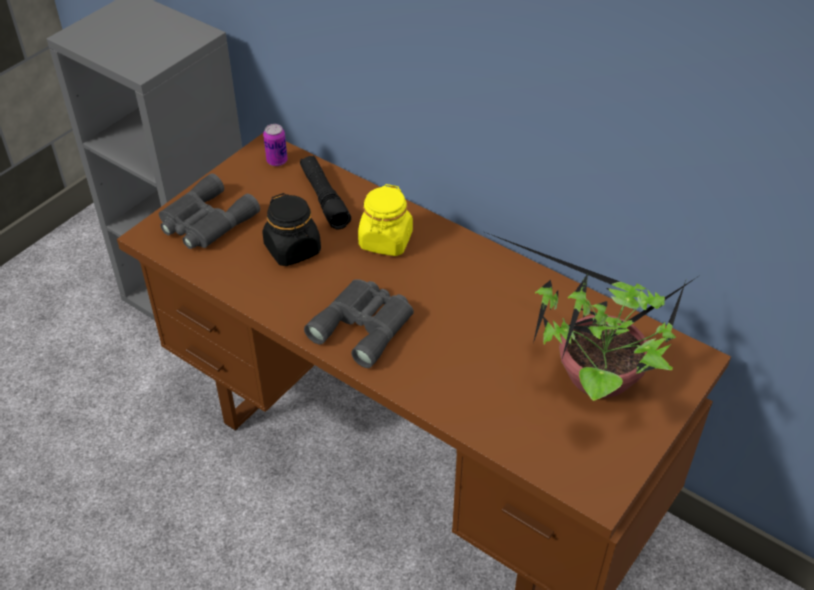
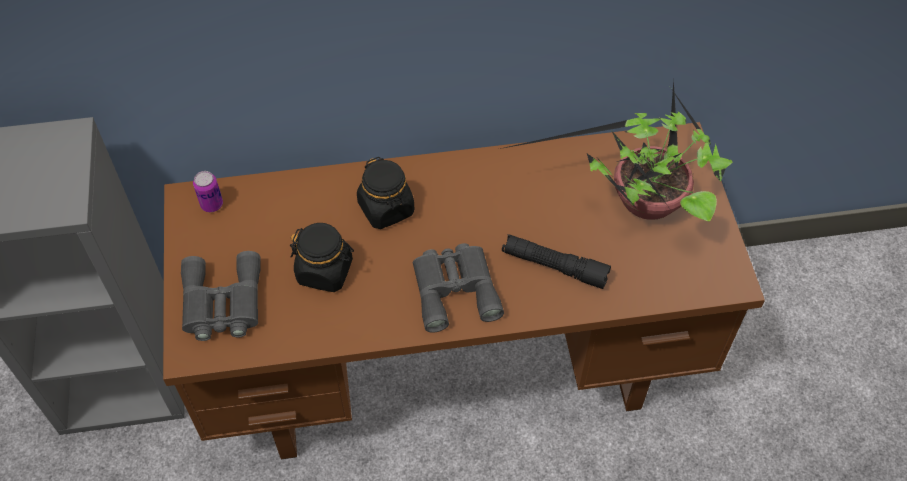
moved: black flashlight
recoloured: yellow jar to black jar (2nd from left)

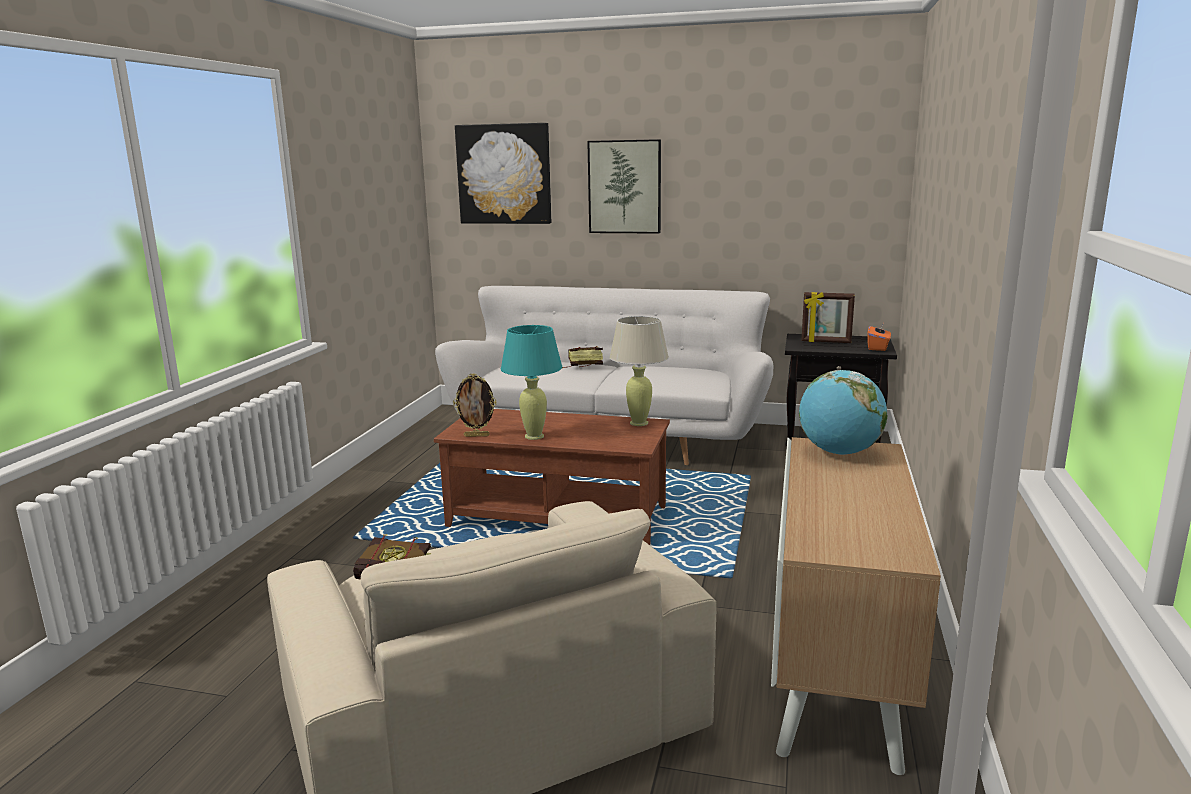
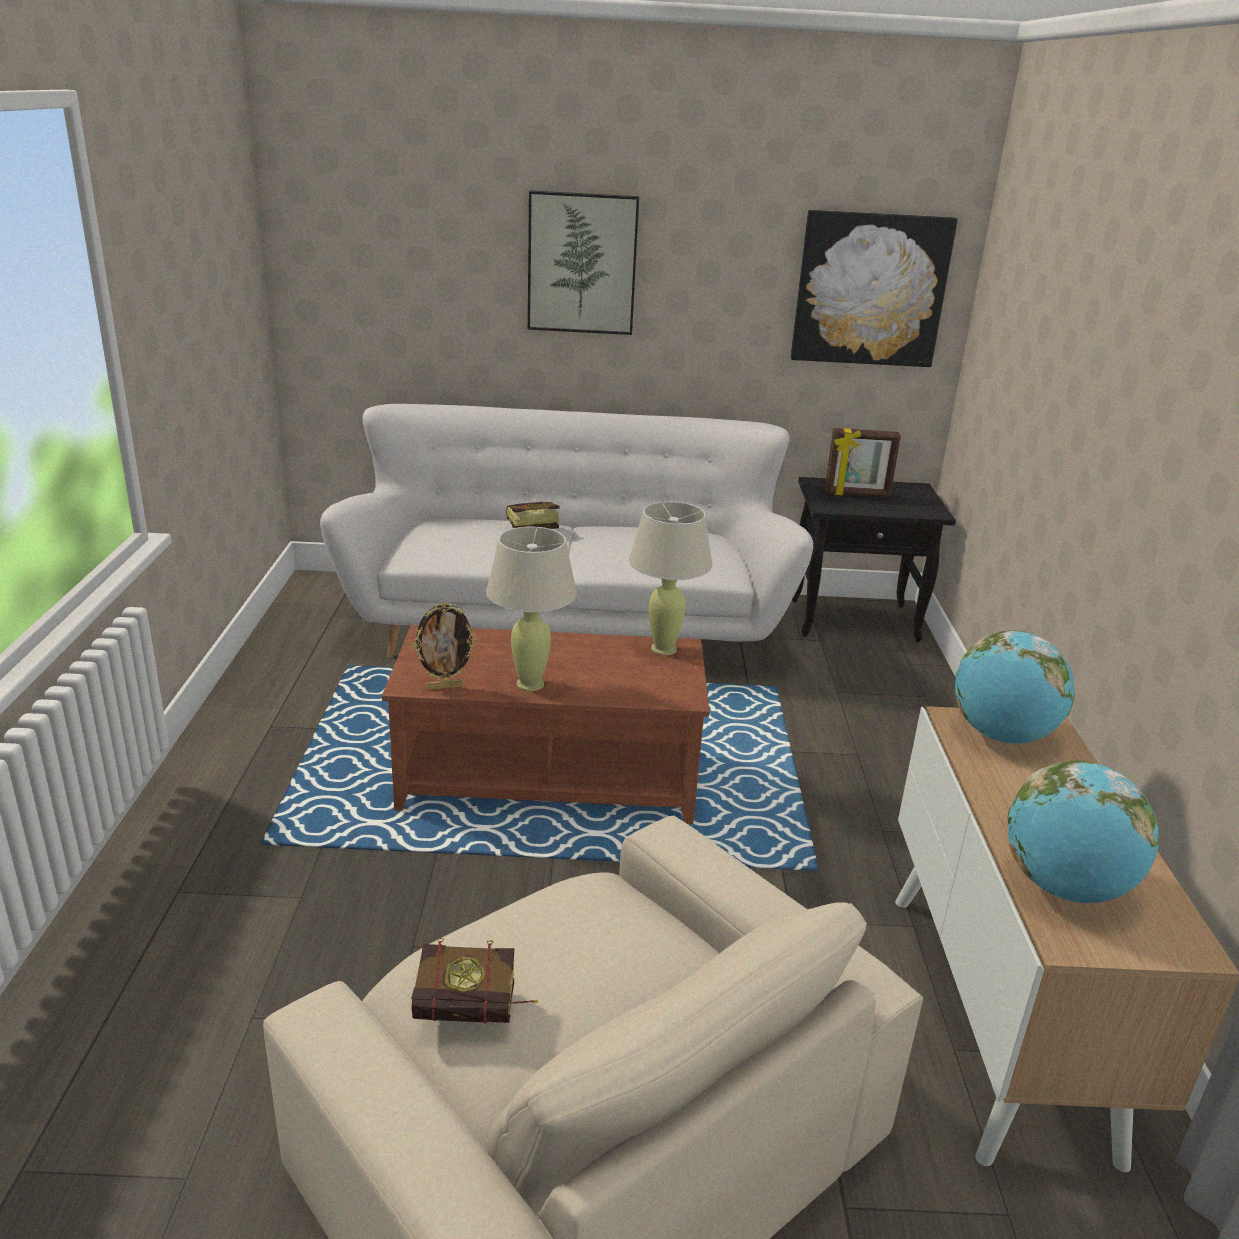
removed: orange tissue box
added: globe (2nd from left)
moved: picture (1st from left in the first image) to picture (2nd from left)
recoloured: turquoise table lamp to beige table lamp (1st from left)

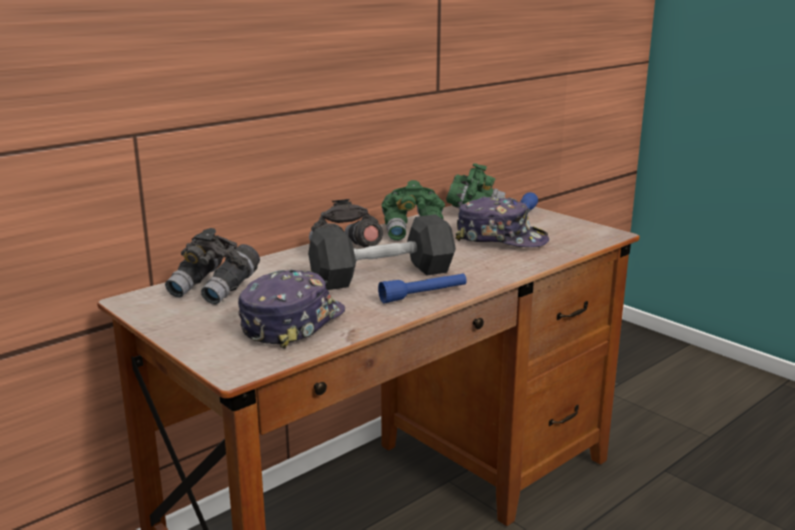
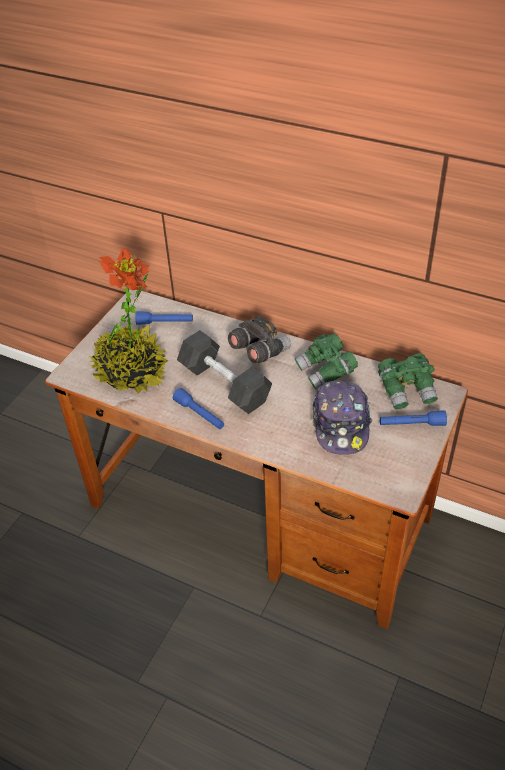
replaced: cap (1st from left) to potted plant; grey binoculars (1st from left) to blue flashlight (1st from left)

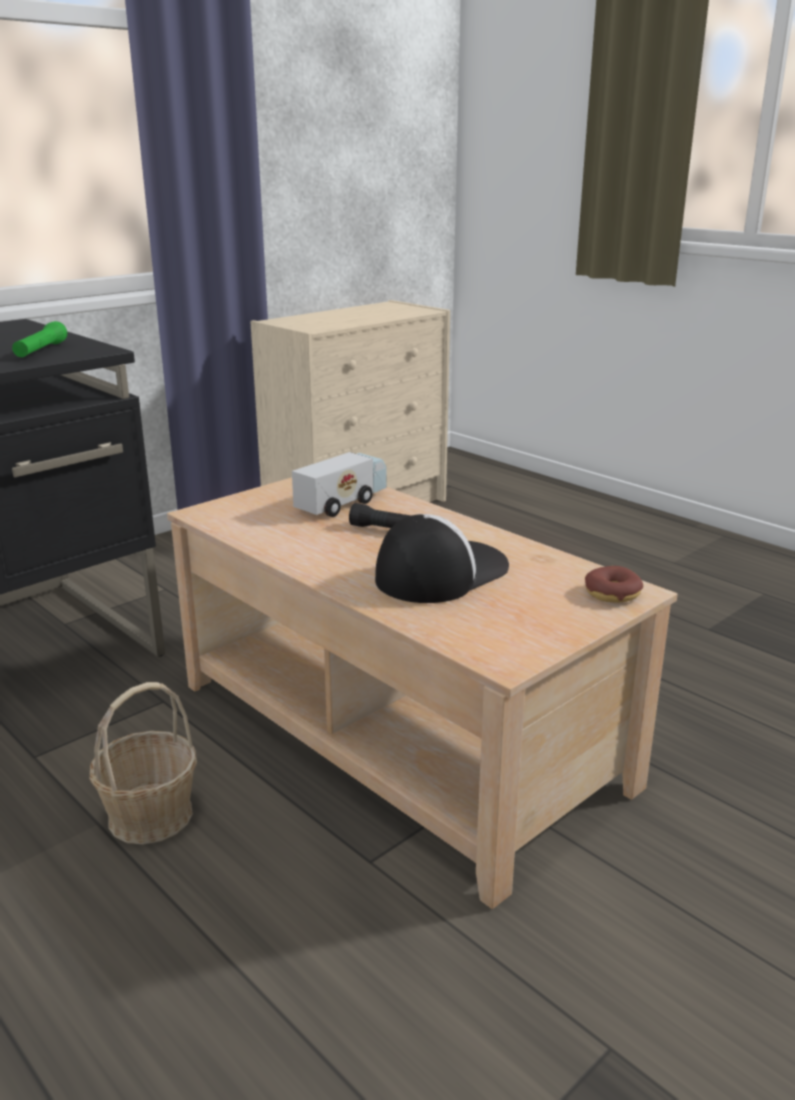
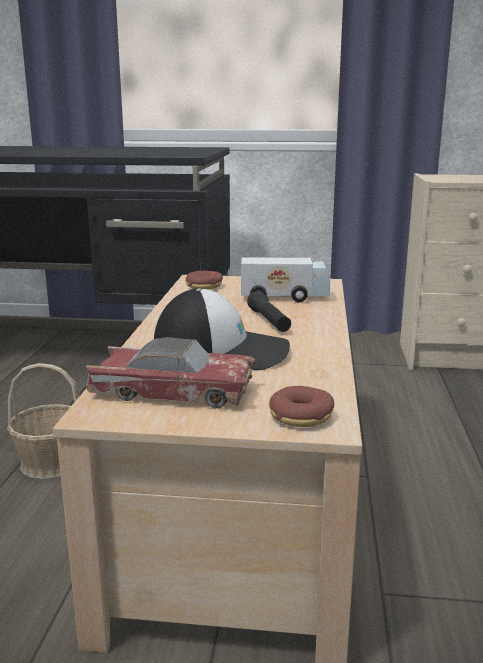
removed: green flashlight
added: toy car; donut (1st from left)

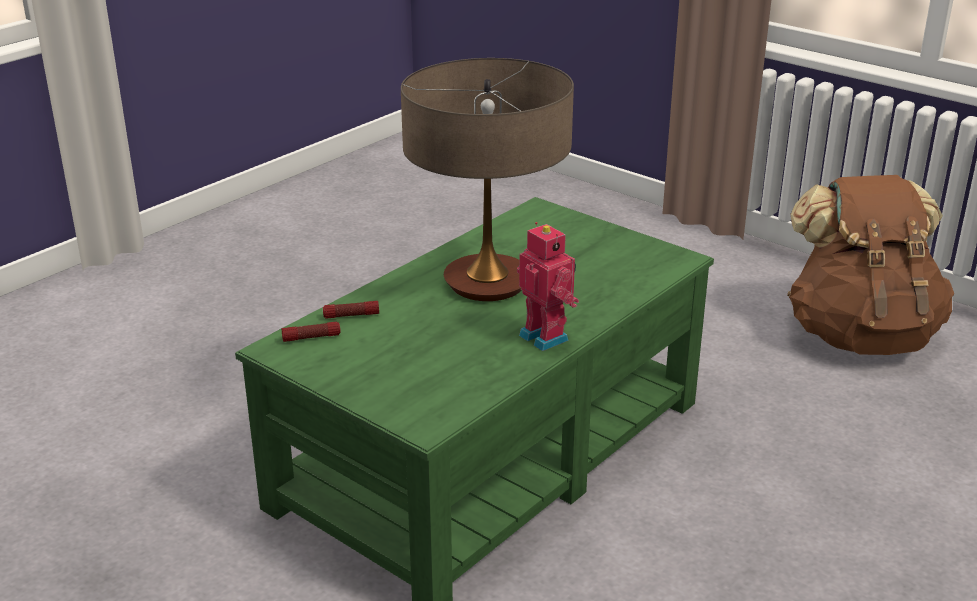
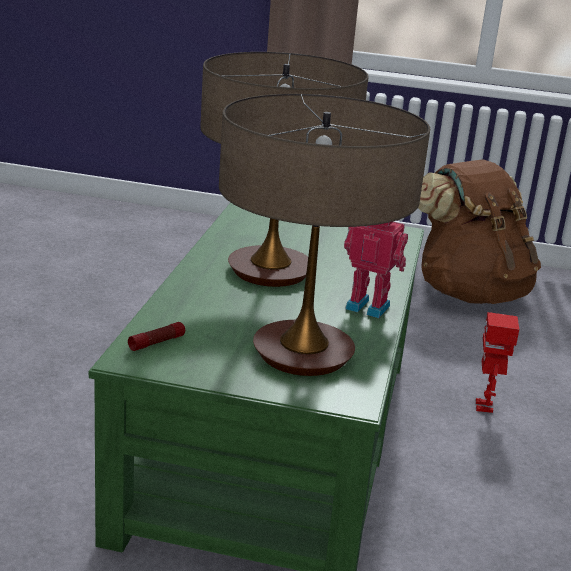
removed: flashlight (2nd from left)
added: table lamp (2nd from left); toy robot (2nd from left)

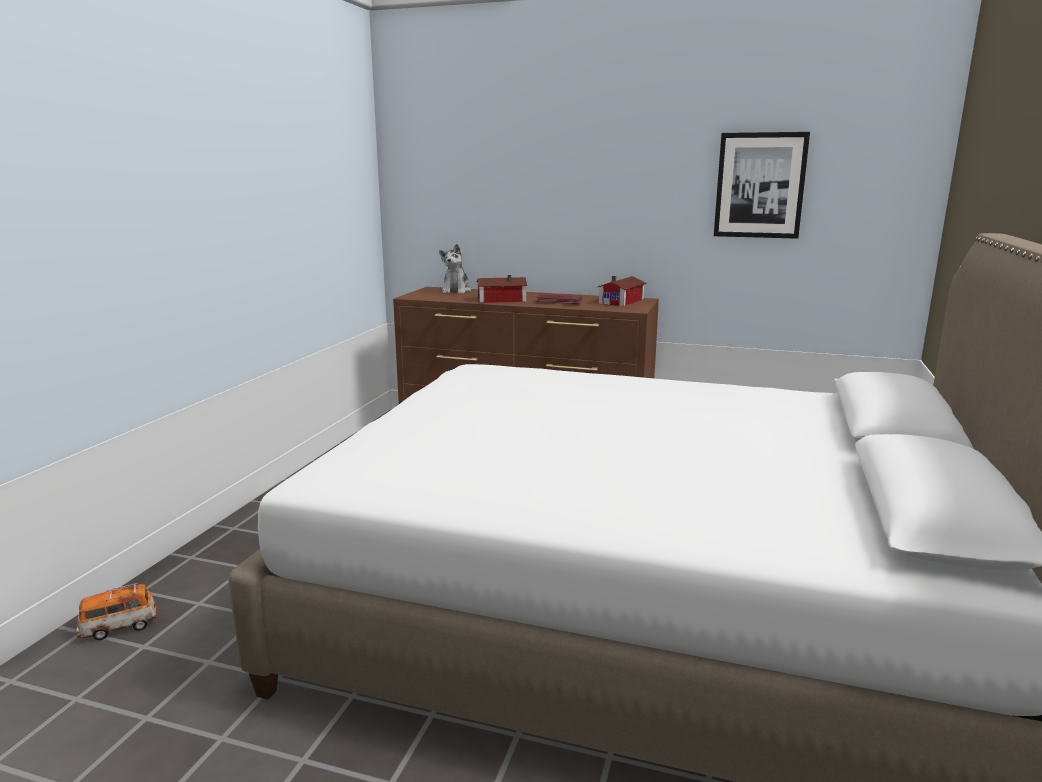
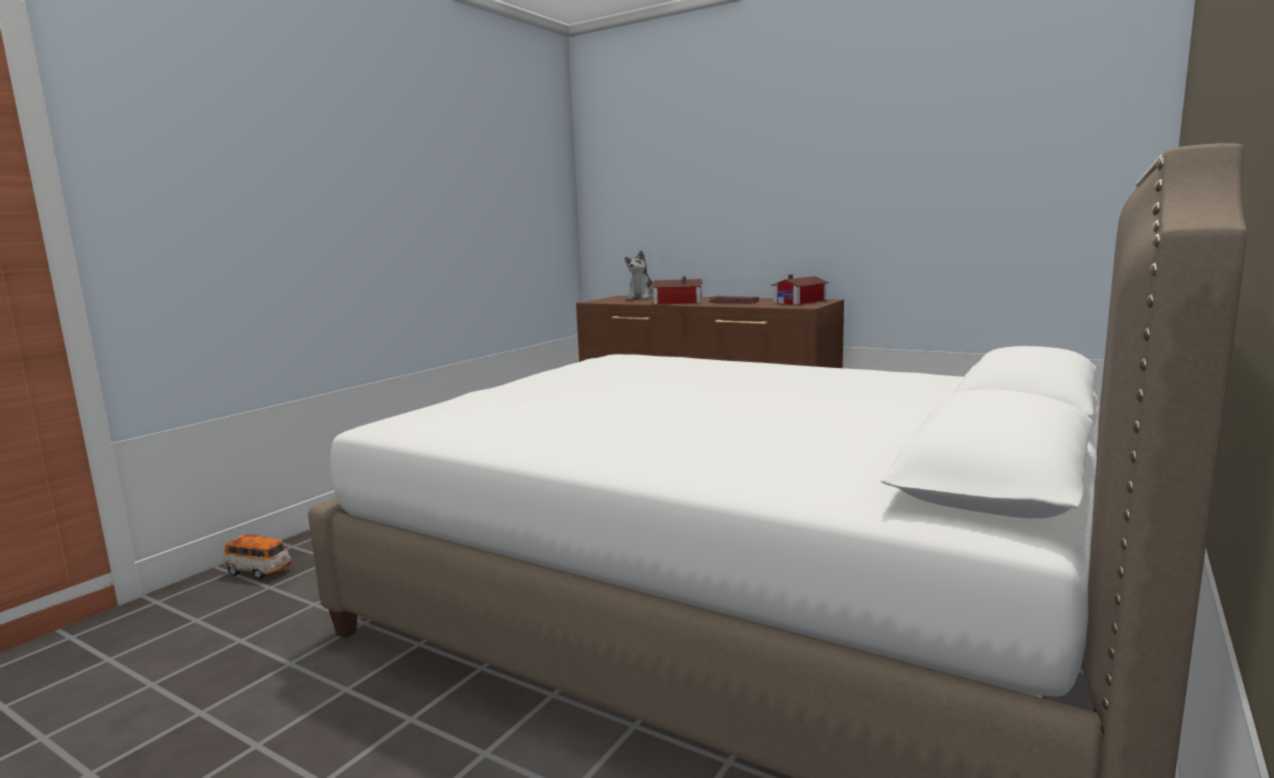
removed: picture
turned: toy car 150 degrees counterclockwise

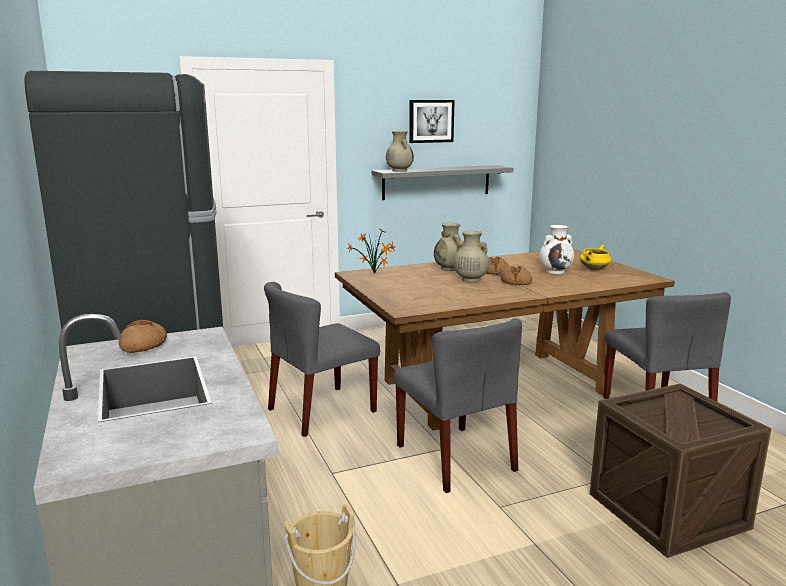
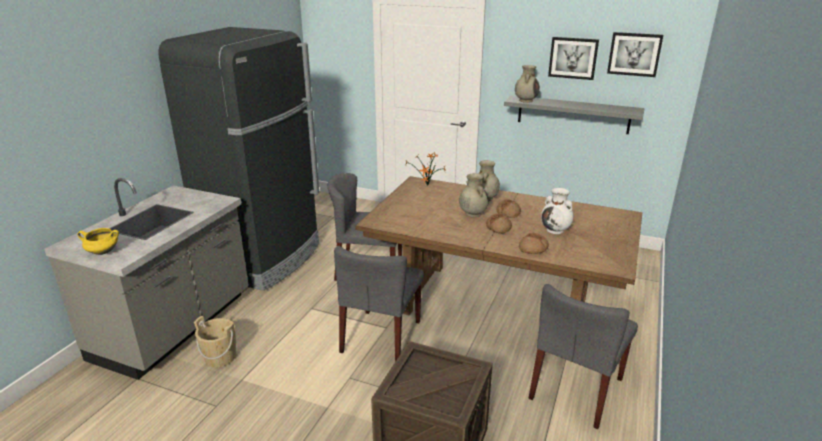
added: picture (2nd from left)
moved: yellow cooking pot; bread (1st from left in the first image) to bread (3rd from left)

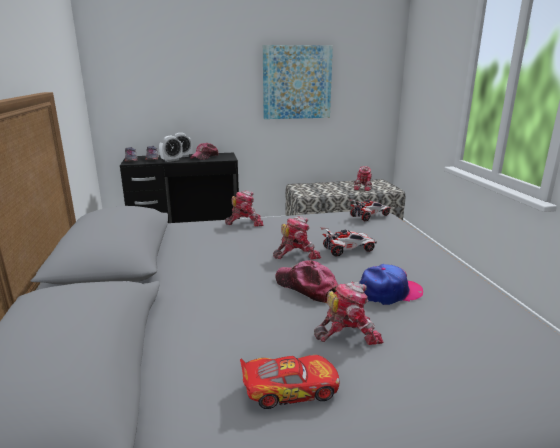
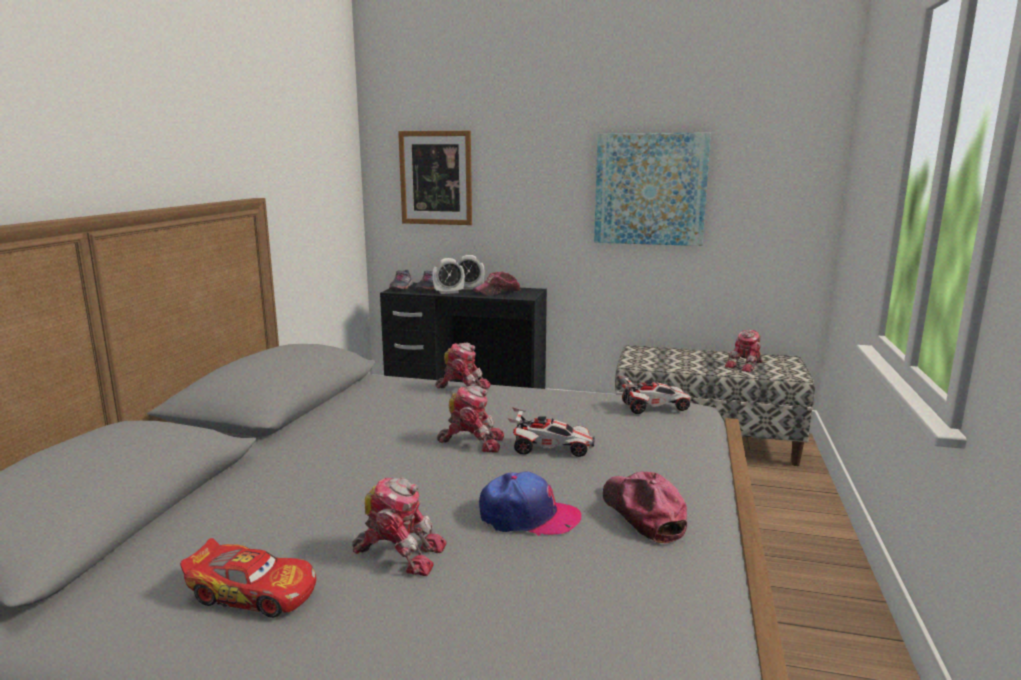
added: picture (1st from left)
moved: cap (2nd from left in the first image) to cap (3rd from left)

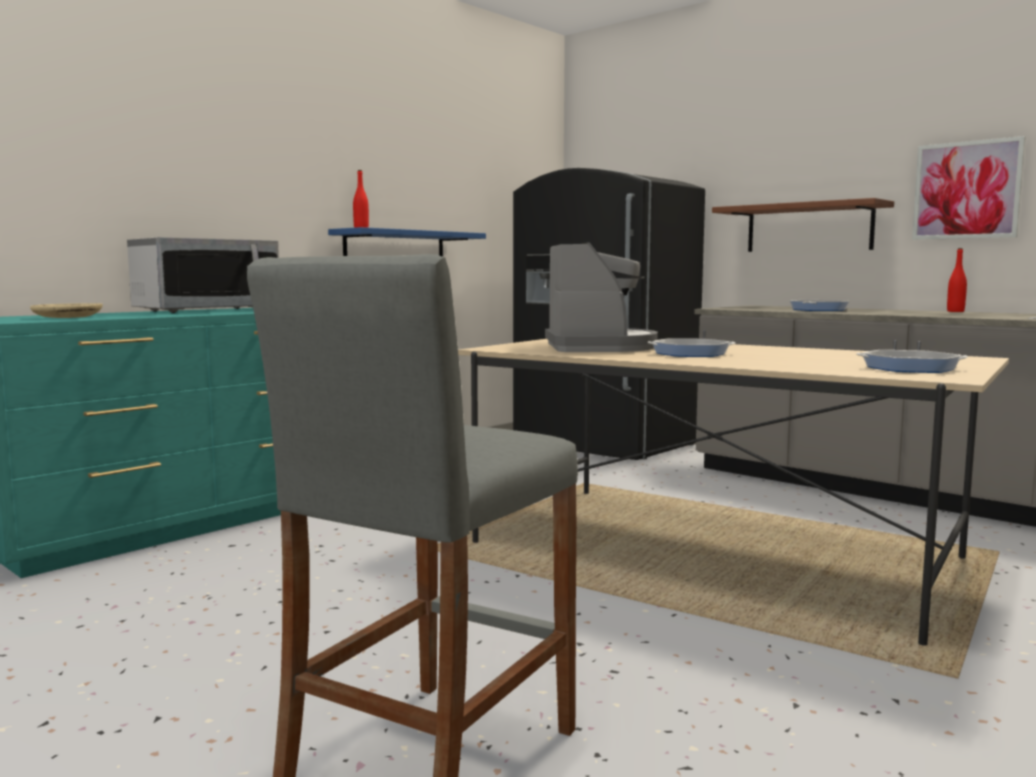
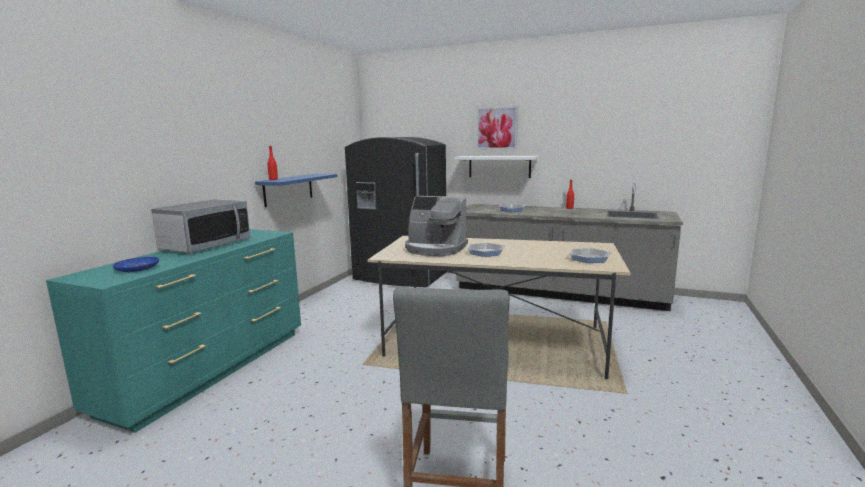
moved: picture
recoloured: beige plate to blue plate; brown shelf to white shelf
turned: coffee machine 135 degrees clockwise

